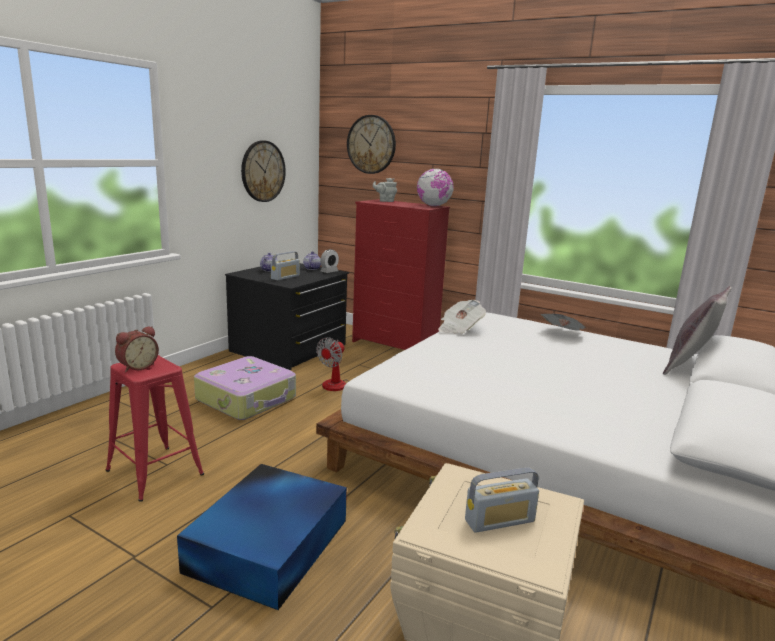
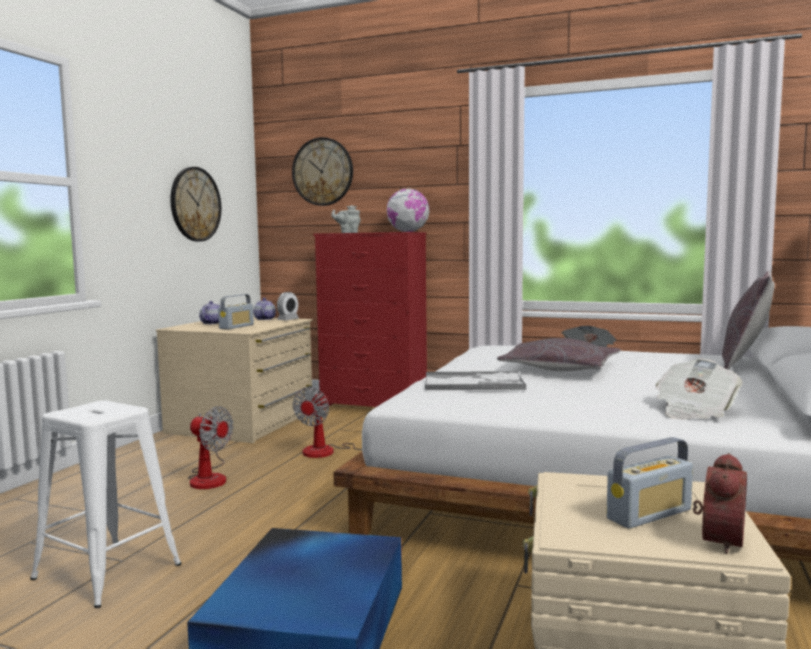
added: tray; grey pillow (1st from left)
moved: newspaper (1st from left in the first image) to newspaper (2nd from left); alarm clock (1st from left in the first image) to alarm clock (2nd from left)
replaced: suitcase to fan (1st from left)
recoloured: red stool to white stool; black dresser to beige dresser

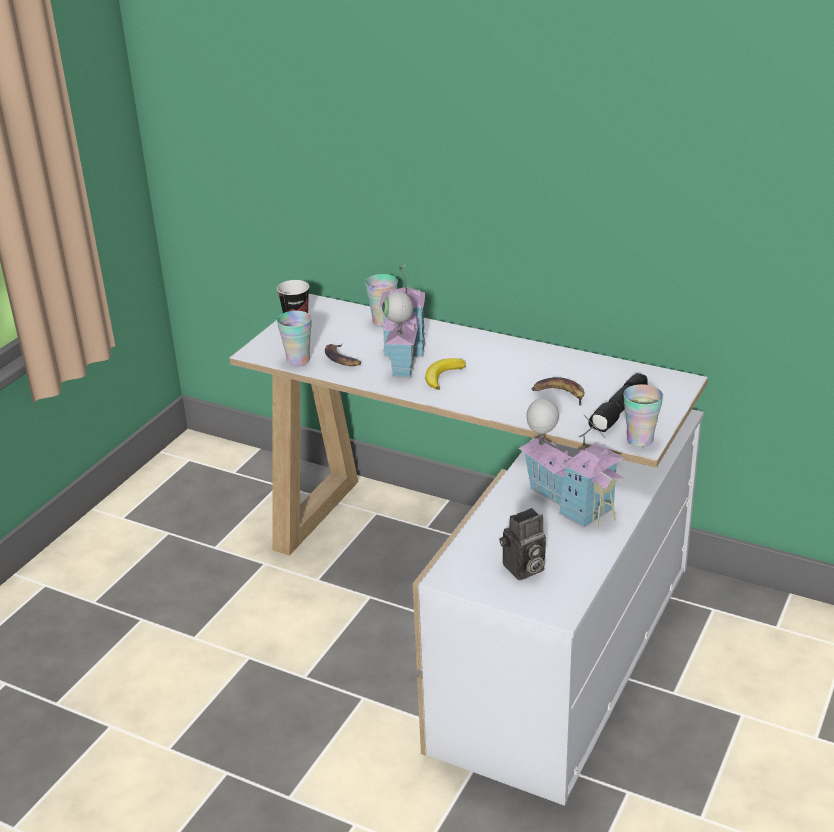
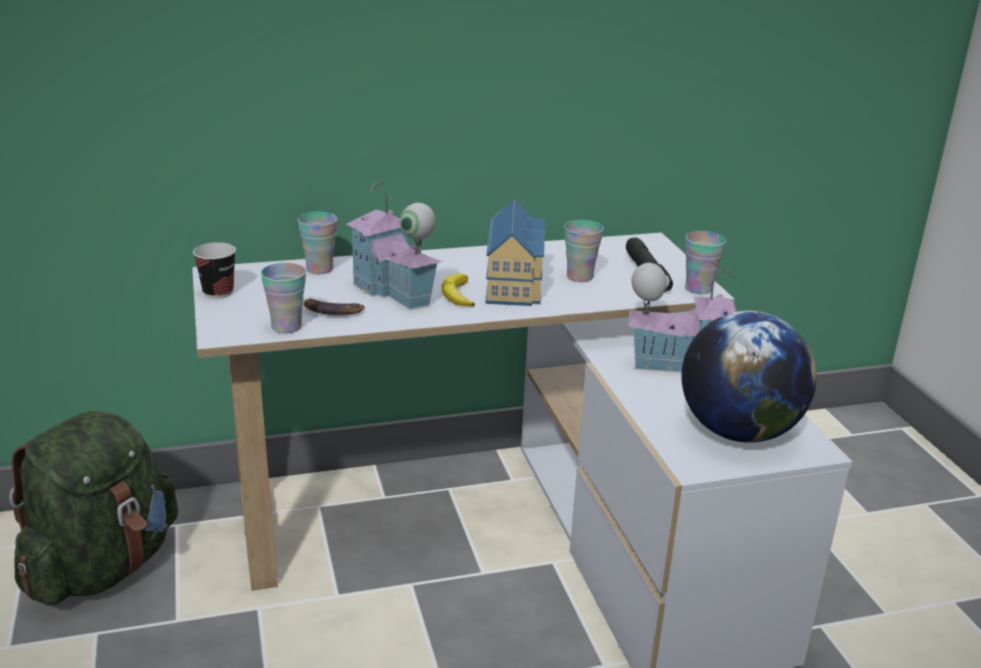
added: green backpack; toy house (2nd from left)
replaced: banana (3rd from left) to cup (4th from left); photo camera to globe

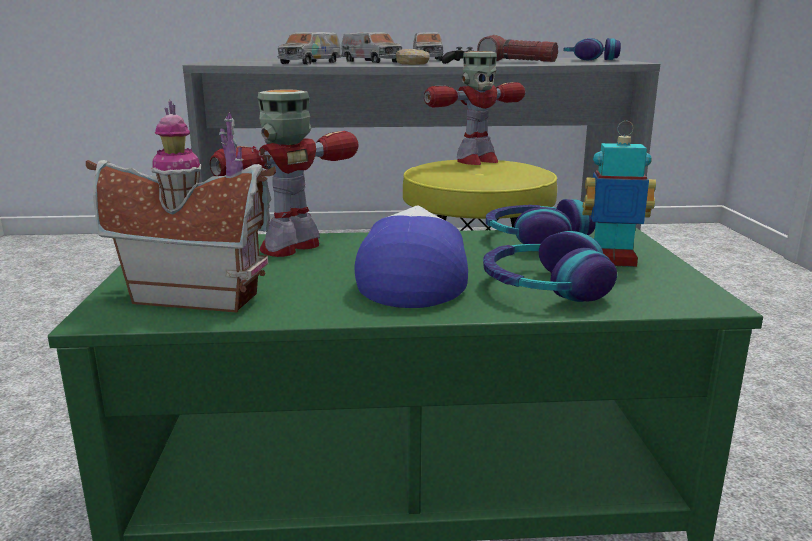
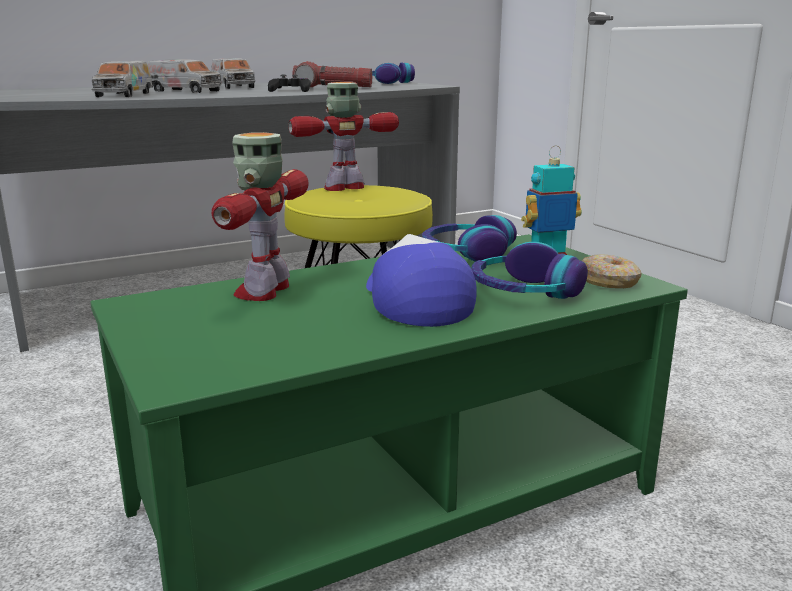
removed: toy house
moved: donut
turned: toy robot (2nd from left) 150 degrees counterclockwise

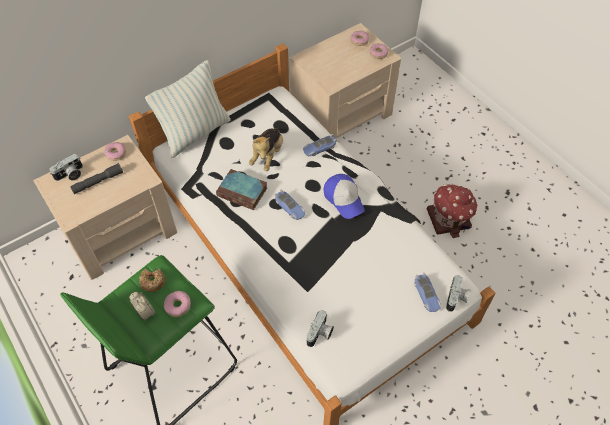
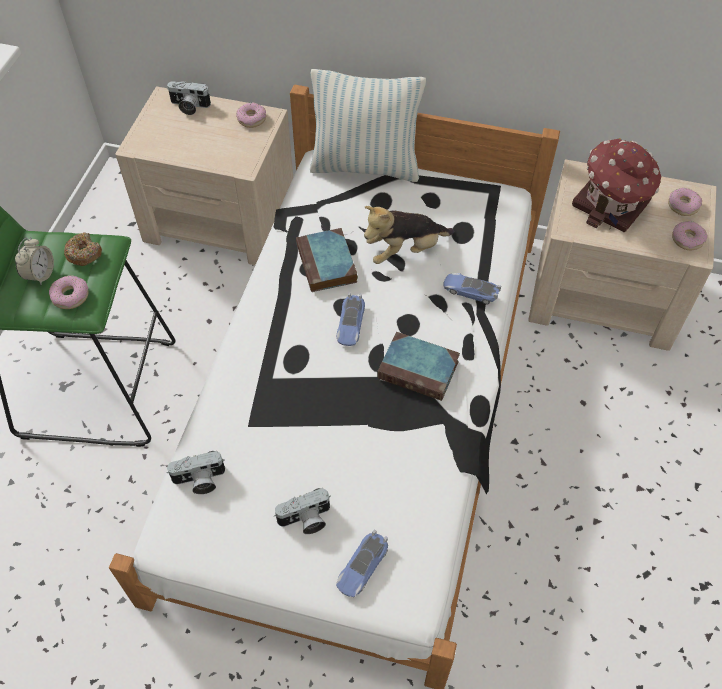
removed: grey flashlight
moved: photo camera (3rd from left); toy house
replaced: cap to book (2nd from left)

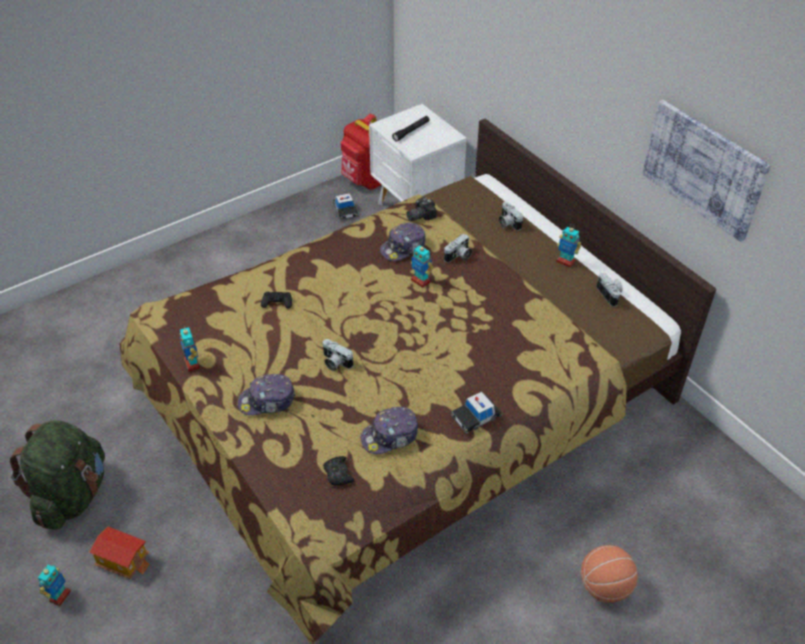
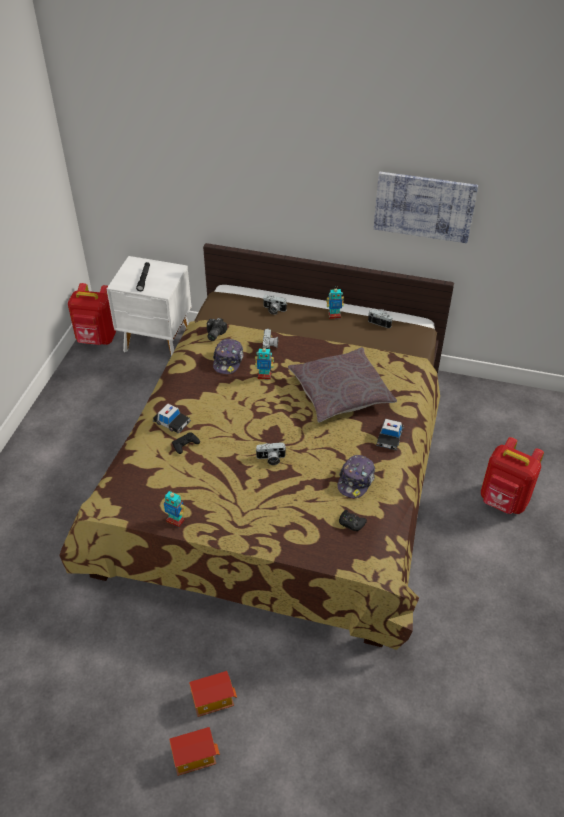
removed: green backpack; cap (1st from left)
added: grey pillow
moved: toy car (1st from left)
replaced: toy robot (1st from left) to toy house (1st from left); basketball to red backpack (2nd from left)

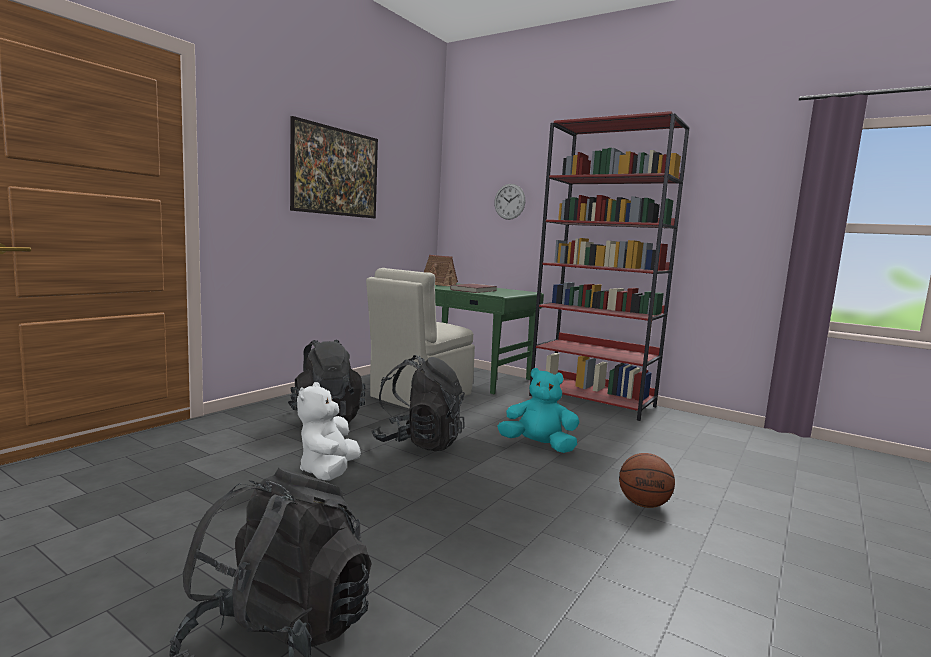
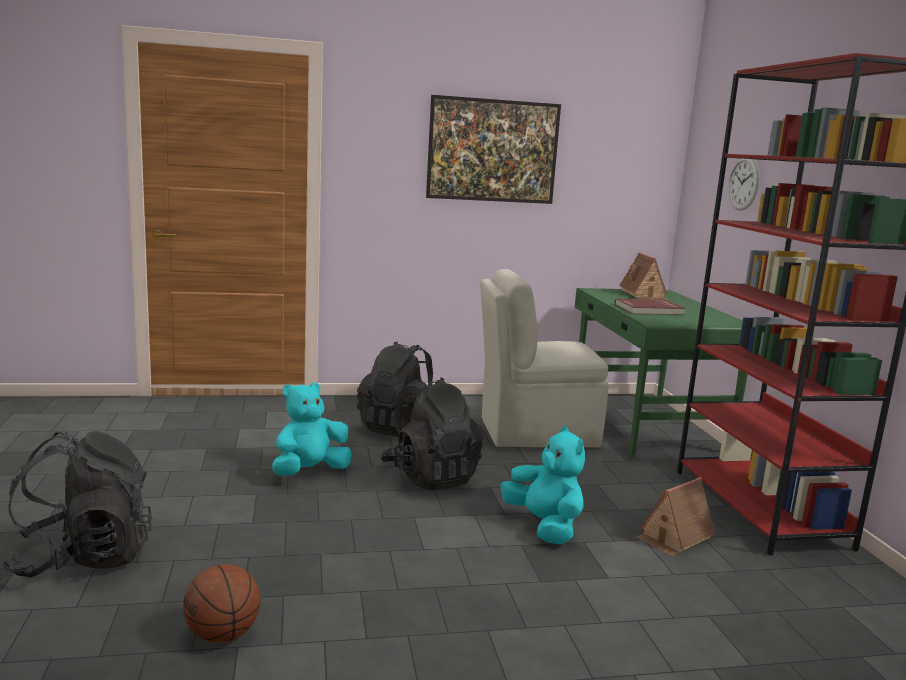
added: toy house (2nd from left)
moved: basketball
recoloured: white plush toy to turquoise plush toy (1st from left)

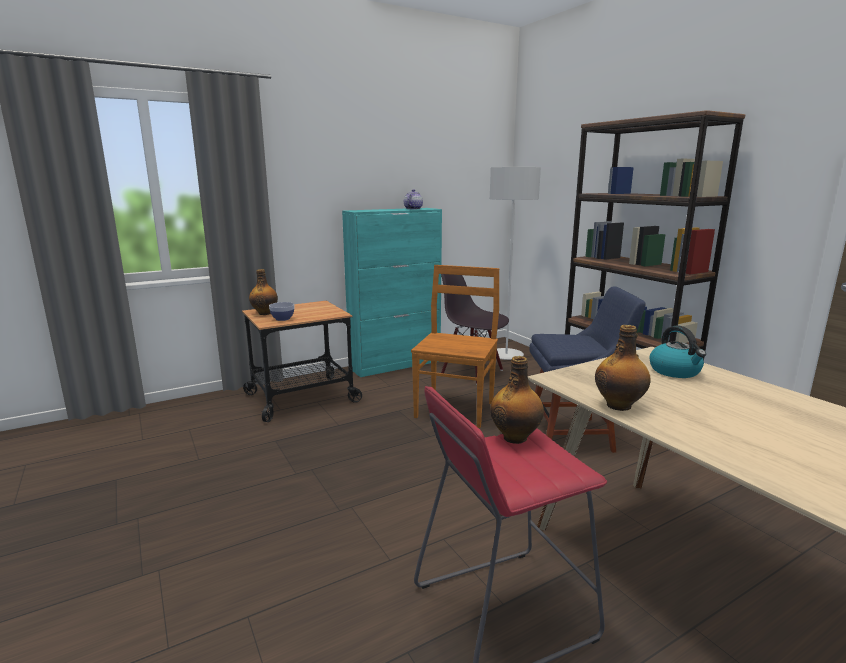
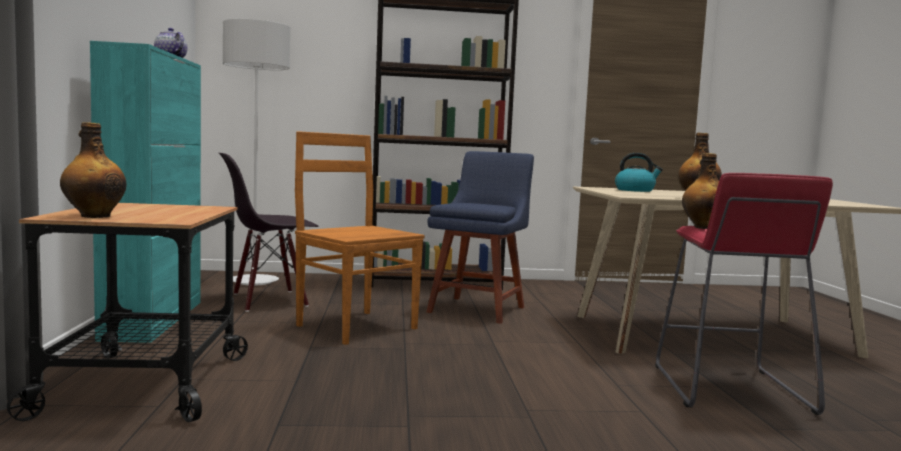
removed: bowl

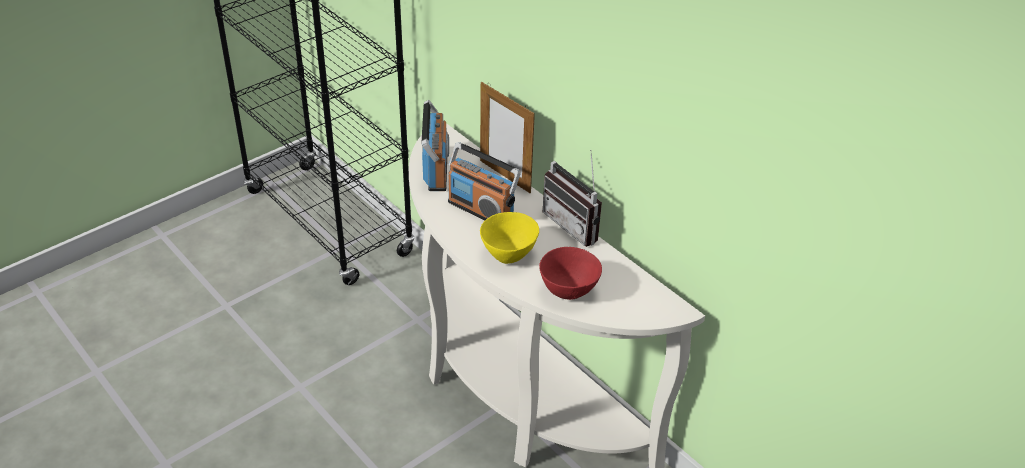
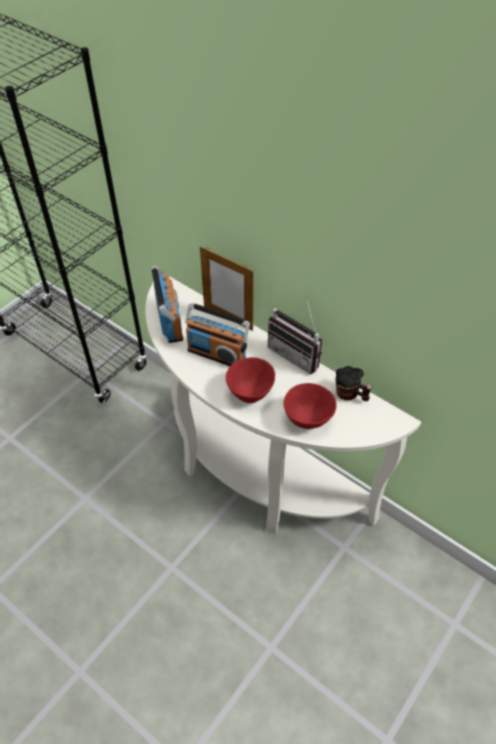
added: mug
recoloured: yellow bowl to red bowl (1st from left)

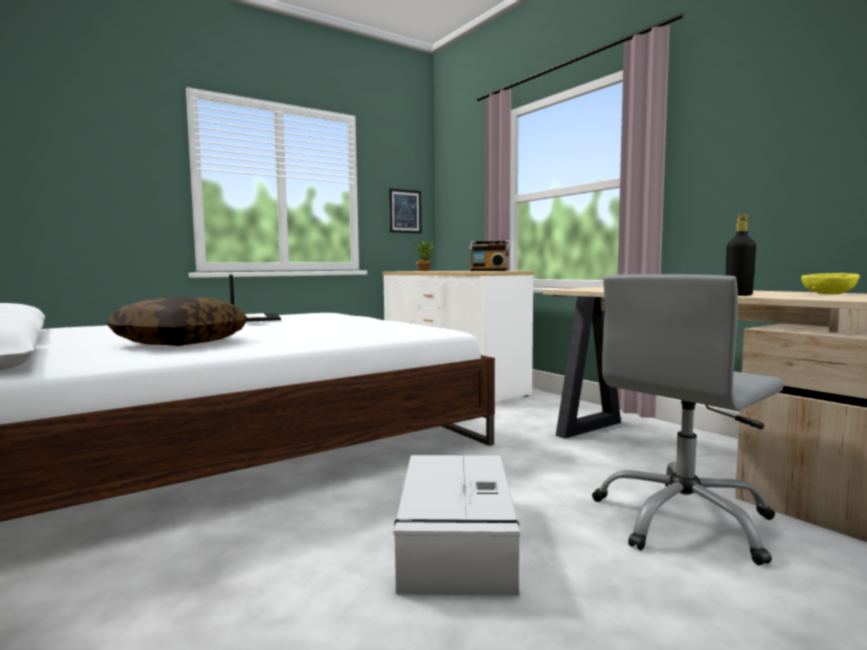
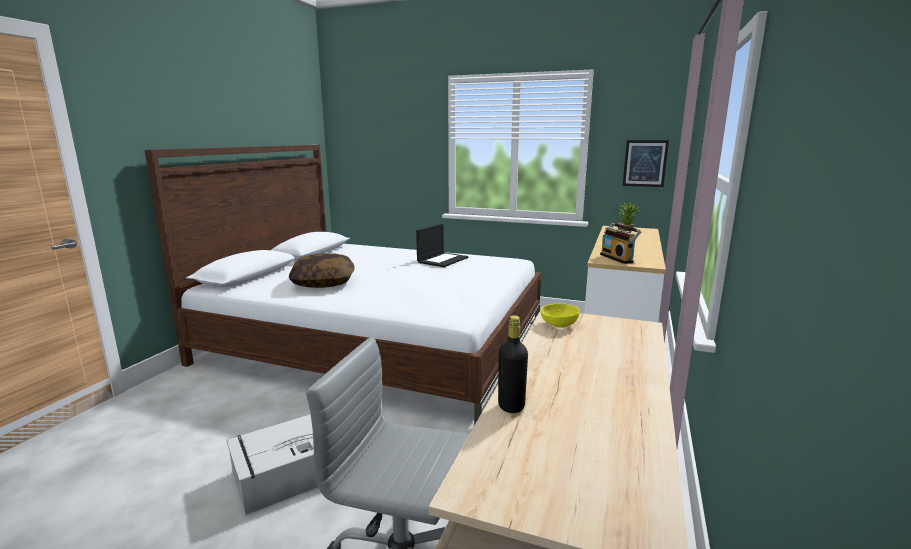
moved: yellow bowl

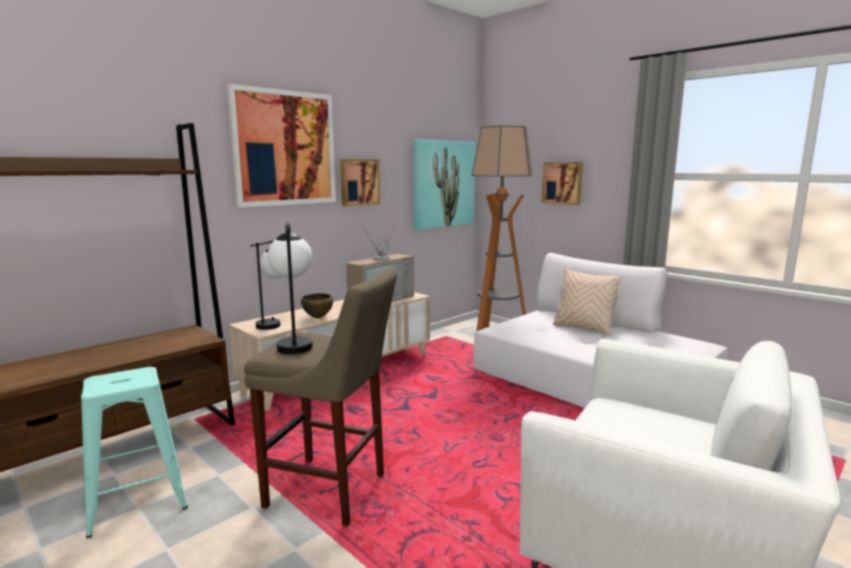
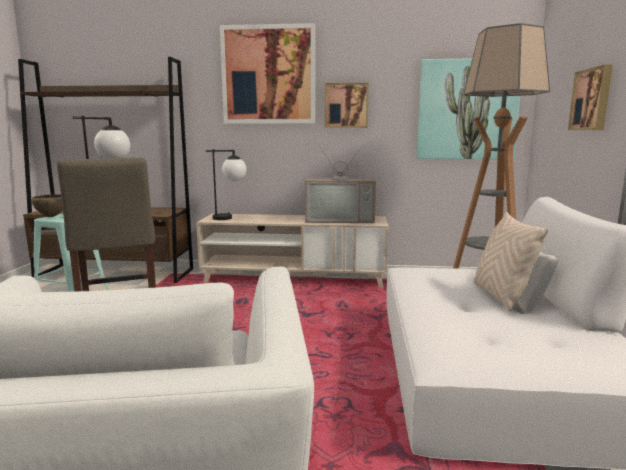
moved: brown bowl

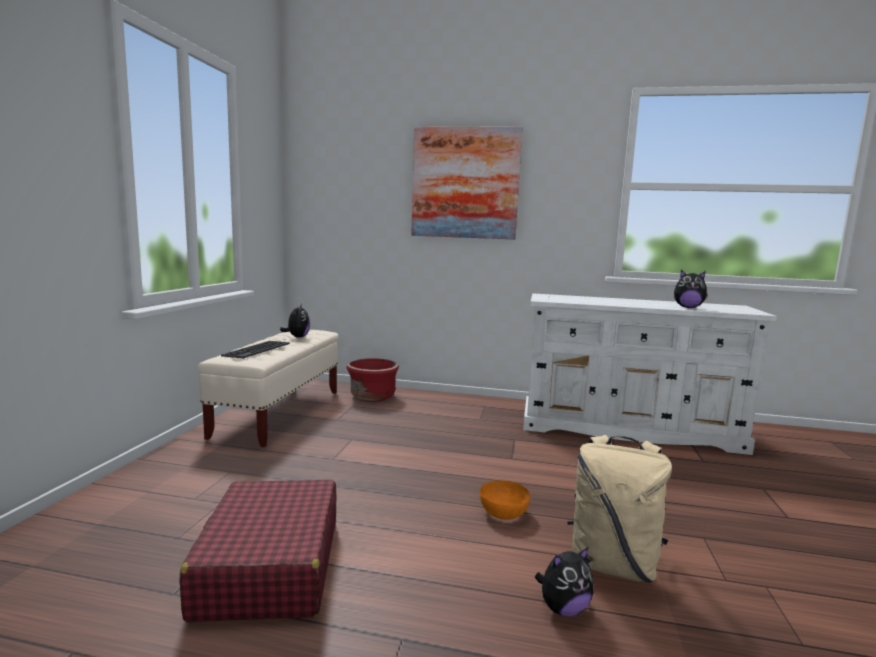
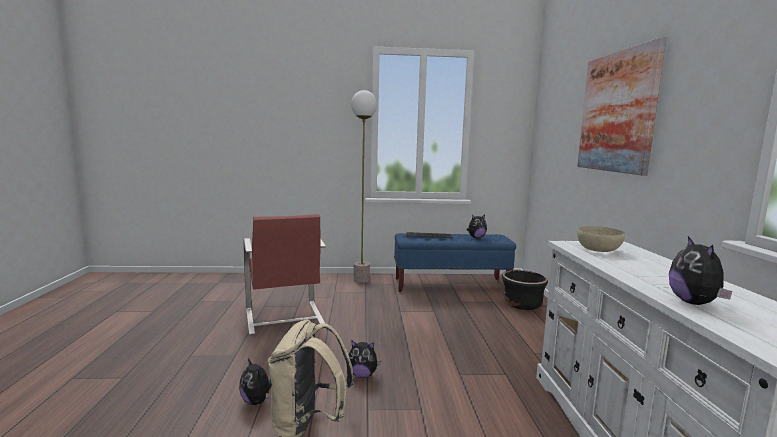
added: floor lamp; beige bowl
replaced: red suitcase to red chair; orange bowl to plush toy (2nd from left)
recoloured: beige bench to blue bench; red planter to black planter

